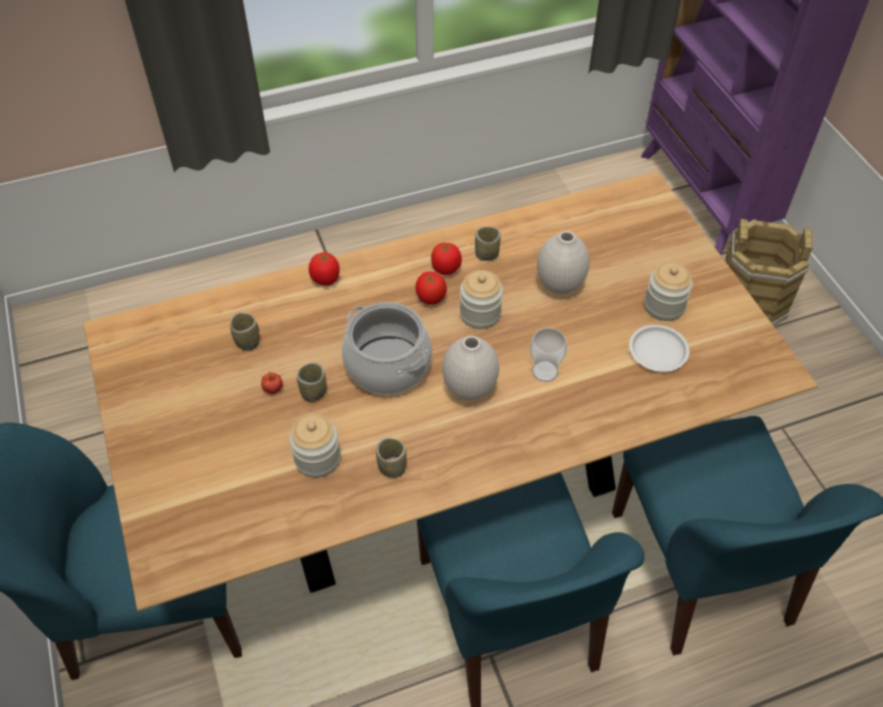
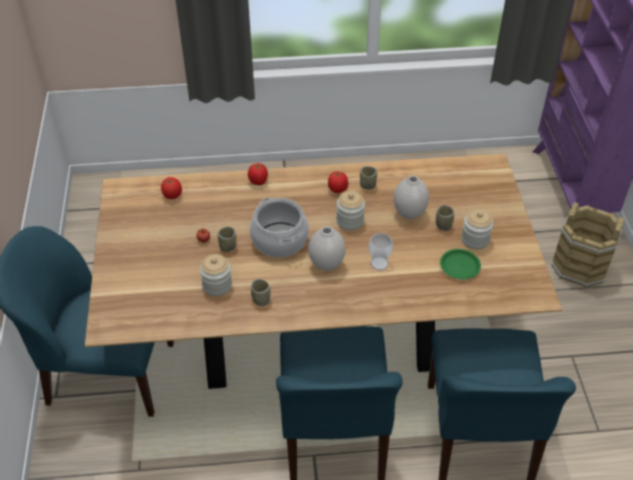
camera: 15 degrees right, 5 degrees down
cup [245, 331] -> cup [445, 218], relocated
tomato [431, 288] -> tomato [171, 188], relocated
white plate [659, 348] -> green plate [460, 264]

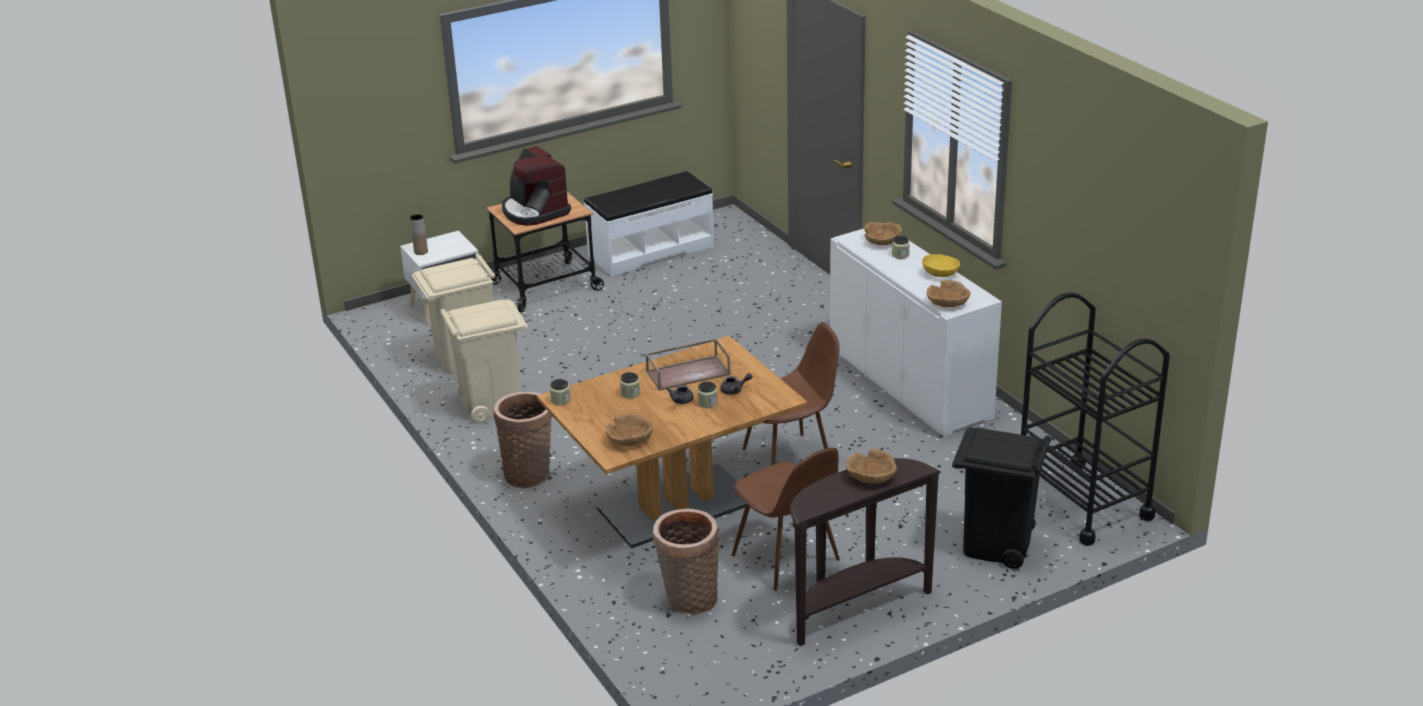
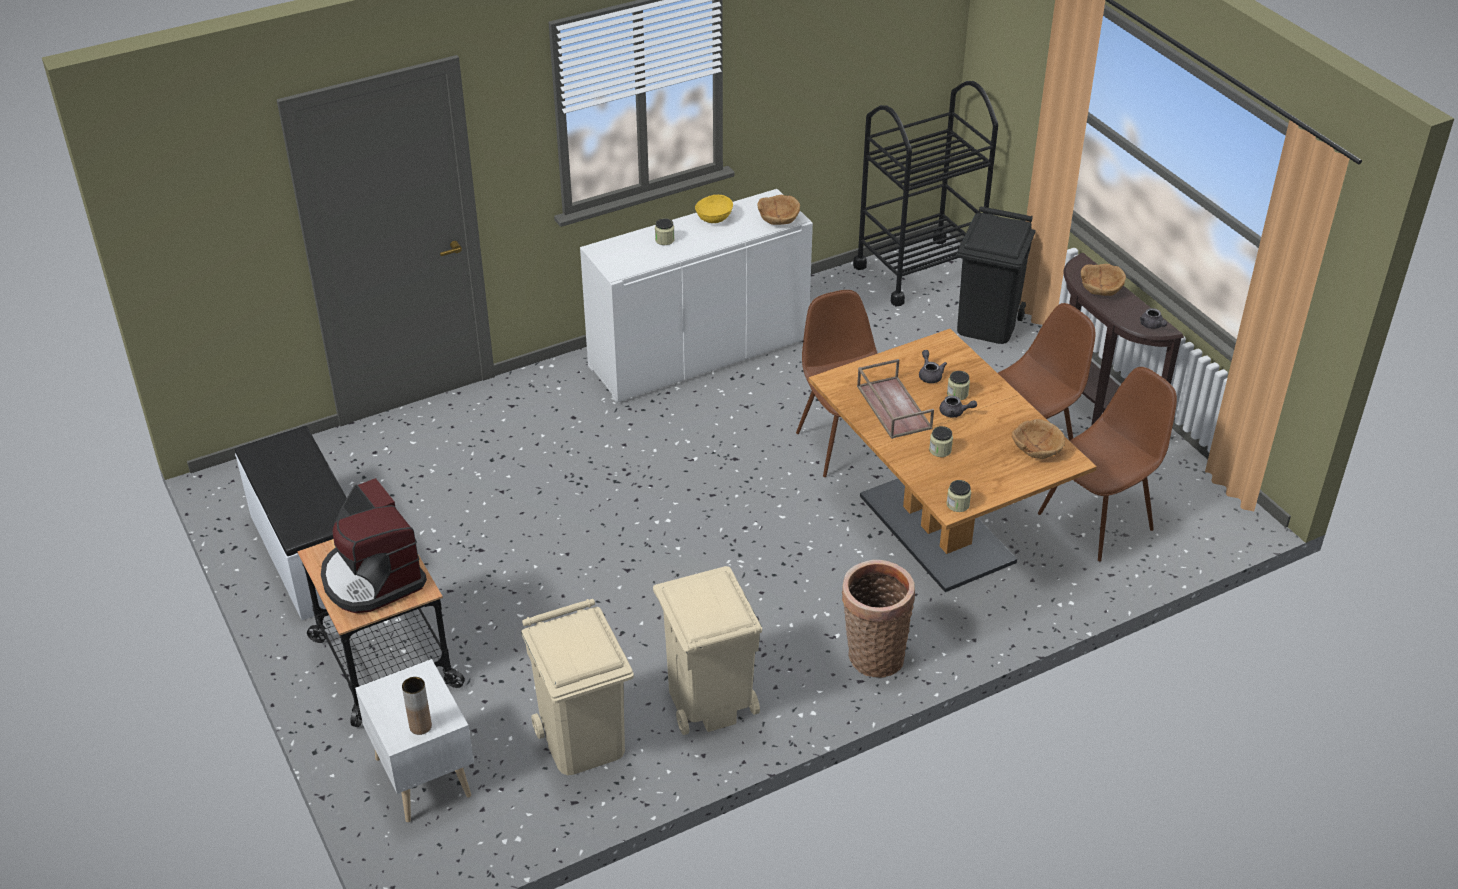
camera: 90 degrees left, 10 degrees up
brown bowl [883, 233] -> none
none -> grey teapot [1153, 318]
basket [686, 561] -> brown chair [1107, 464]
coffee machine [536, 186] -> coffee machine [374, 545], 90 degrees clockwise

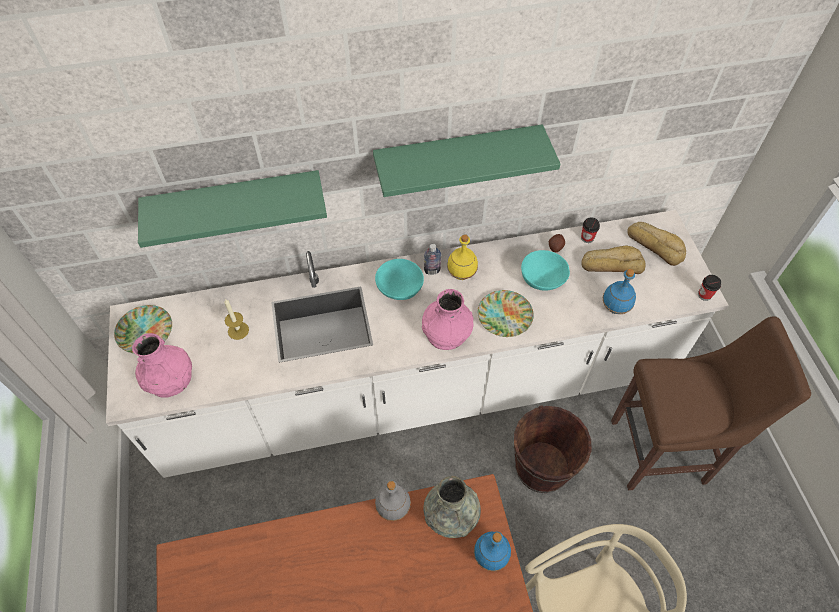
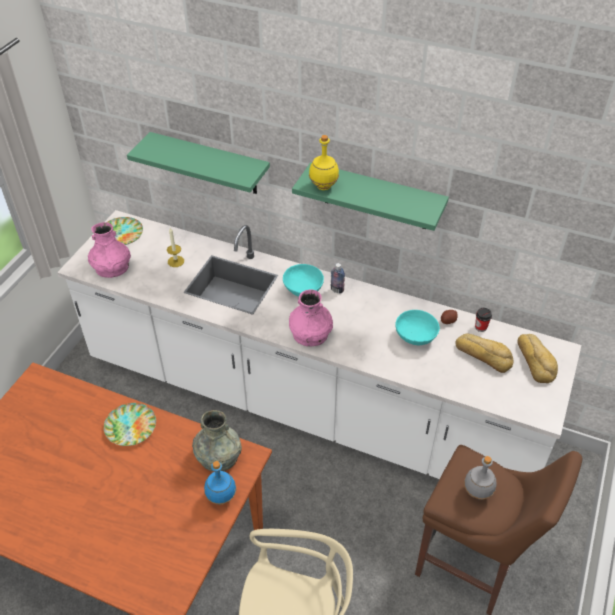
camera: 35 degrees right, 10 degrees down
brown bucket [553, 449] -> none
blue bottle [619, 291] -> none
cup [709, 288] -> none
grey bottle [393, 501] -> grey bottle [480, 478], relocated
yellow bottle [462, 257] -> yellow bottle [324, 162], relocated
plate [506, 313] -> plate [130, 424], relocated

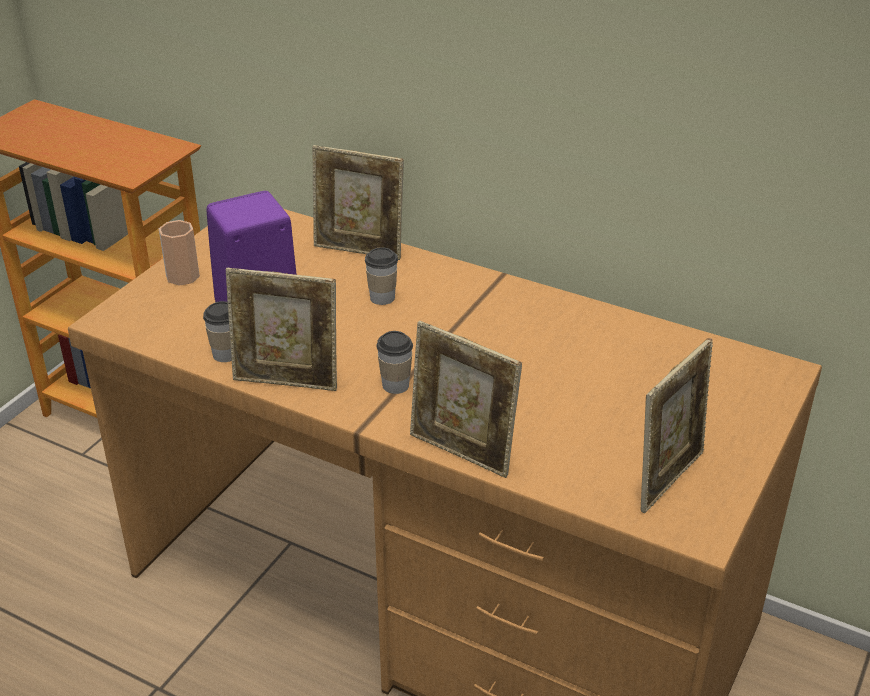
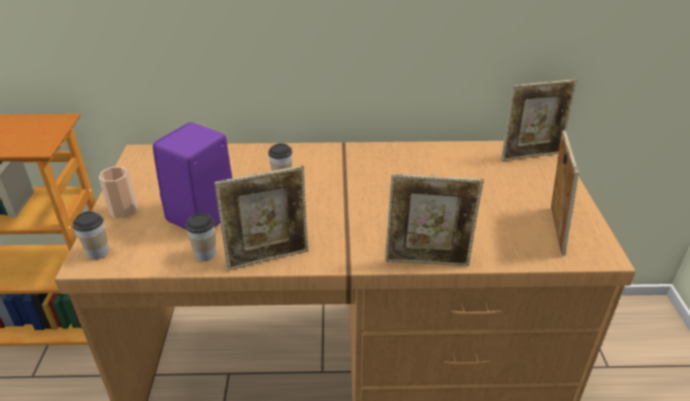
camera: 30 degrees left, 0 degrees up
picture frame [358, 202] -> picture frame [539, 120], relocated
cup [394, 362] -> cup [91, 235], relocated

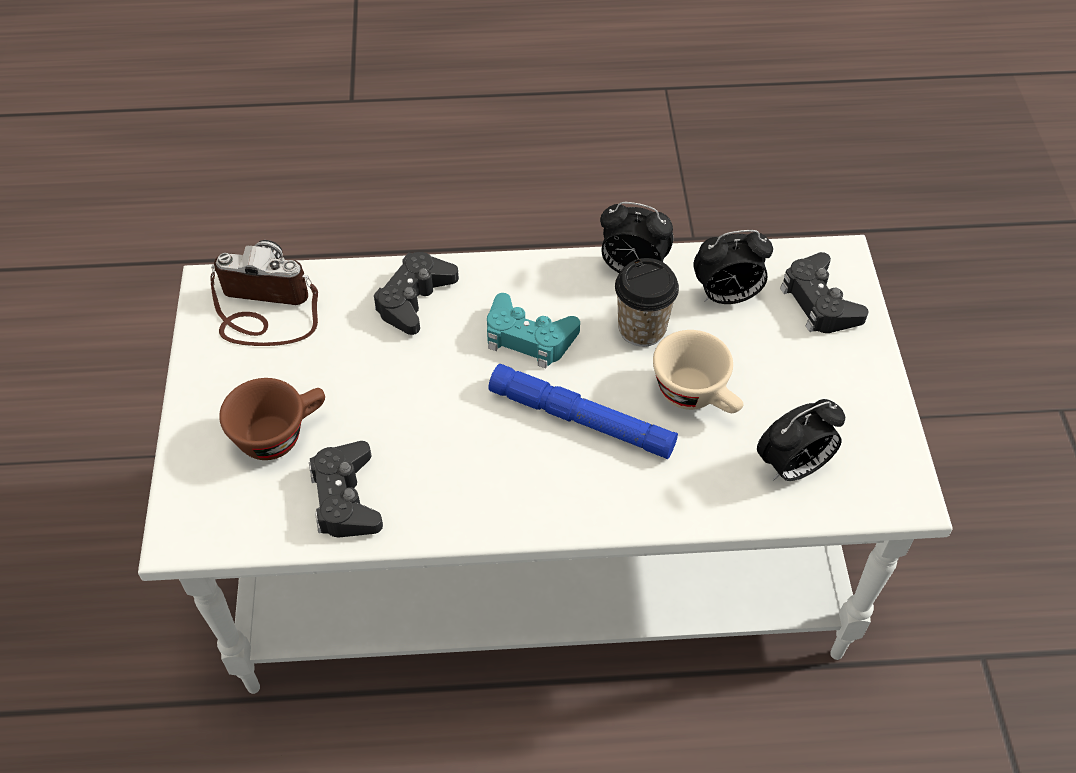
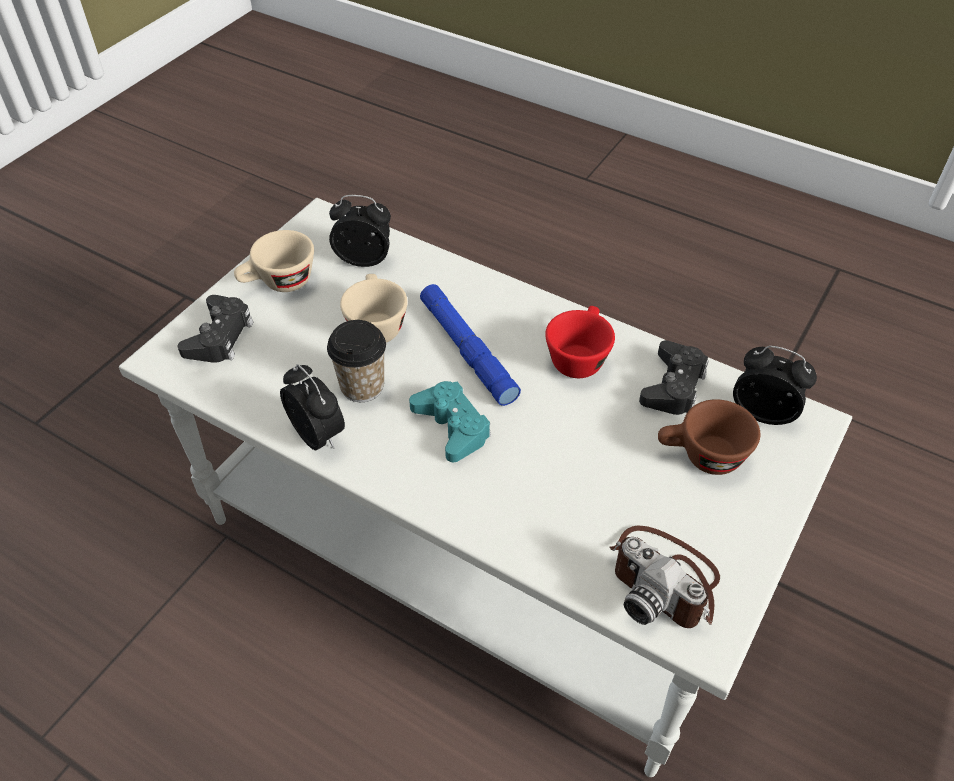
camera: 145 degrees left, 5 degrees down
black game controller [416, 293] -> none
none -> beige cup [274, 261]
none -> red cup [580, 342]
alarm clock [733, 267] -> alarm clock [775, 385], relocated

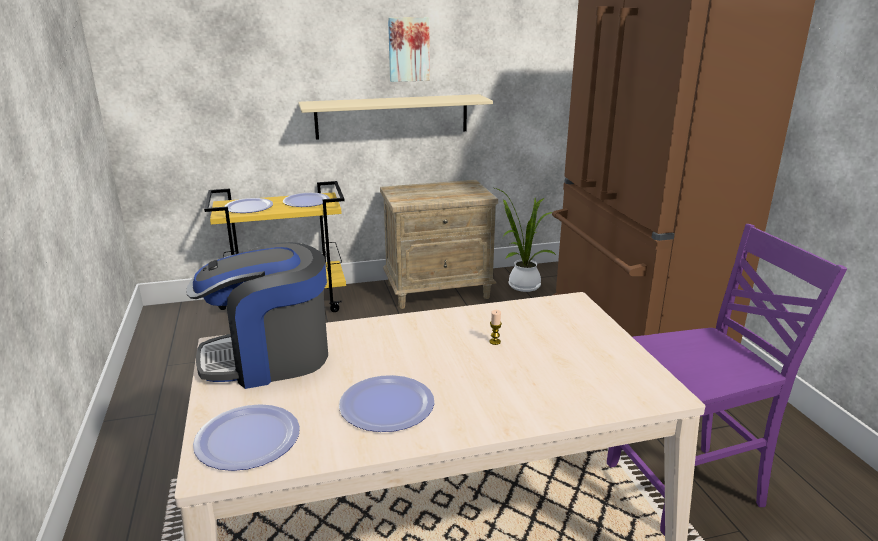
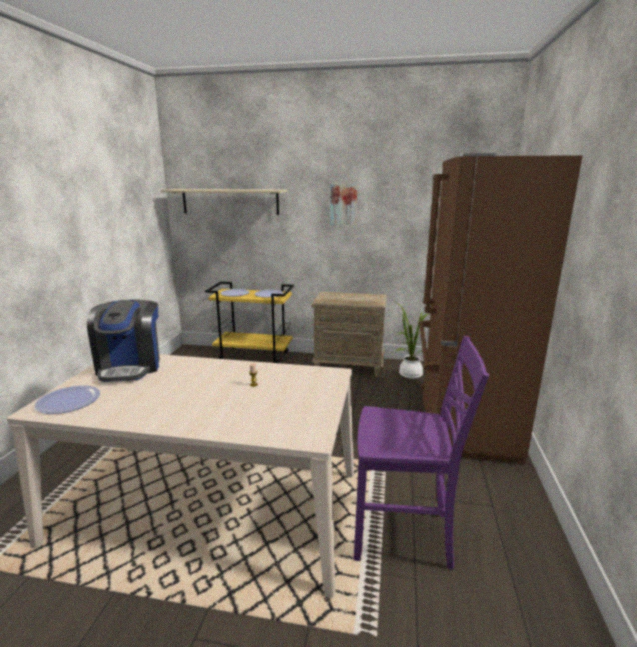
camera: 25 degrees right, 5 degrees down
plate [386, 403] -> none
beige shelf [395, 117] -> beige shelf [224, 202], relocated
coffee machine [257, 315] -> coffee machine [123, 340], 105 degrees counterclockwise

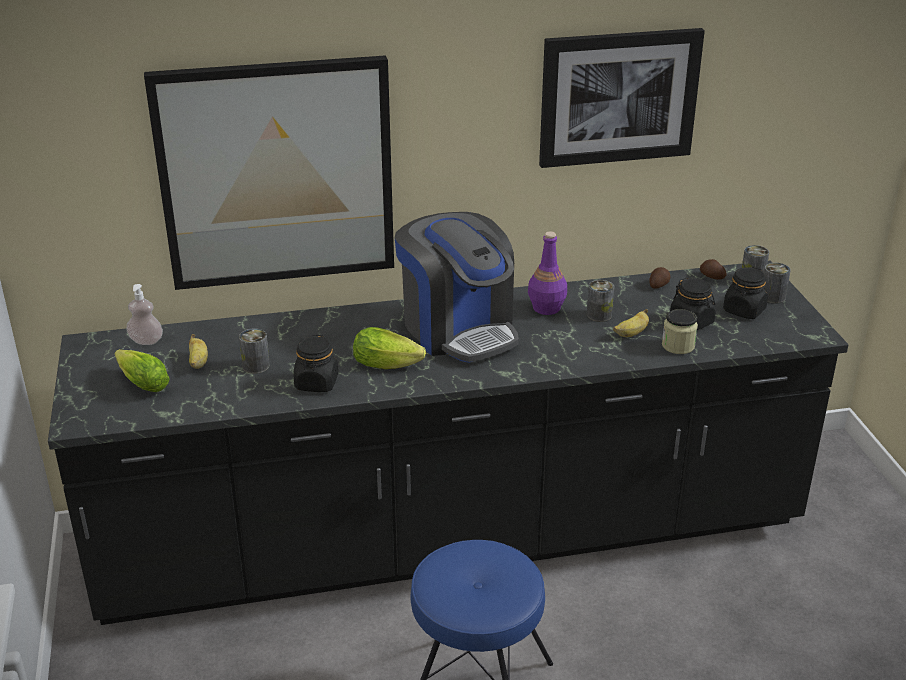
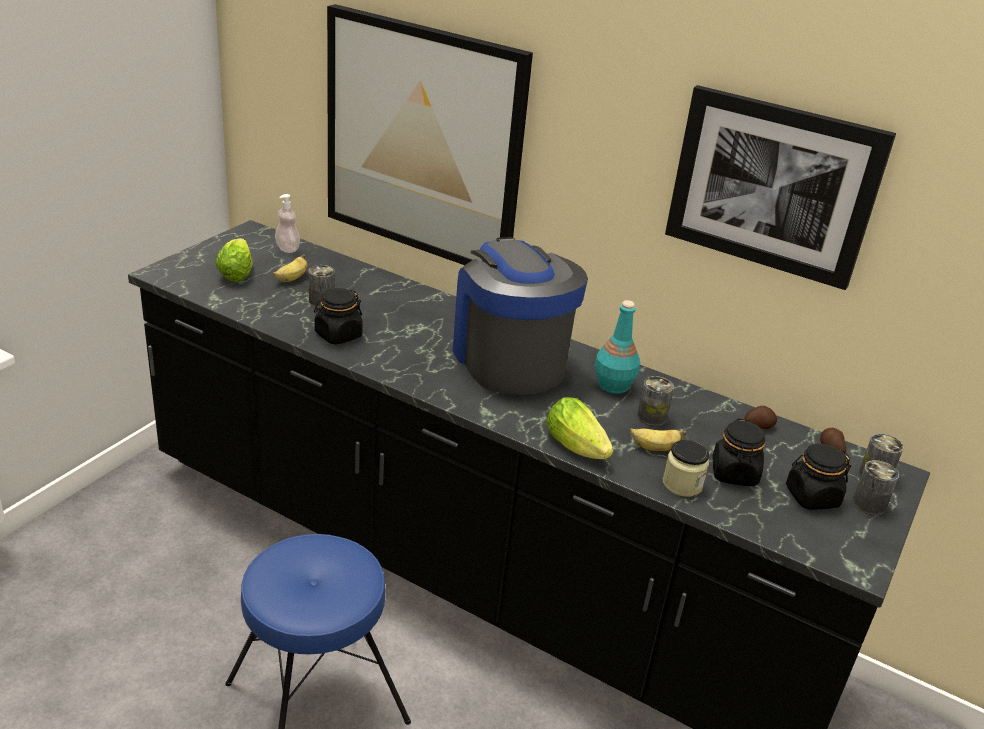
camera: 40 degrees right, 0 degrees up
lettuce [389, 348] -> lettuce [580, 428], relocated
purple bottle [547, 273] -> turquoise bottle [617, 347]
coffee machine [457, 287] -> coffee machine [520, 316], 150 degrees clockwise

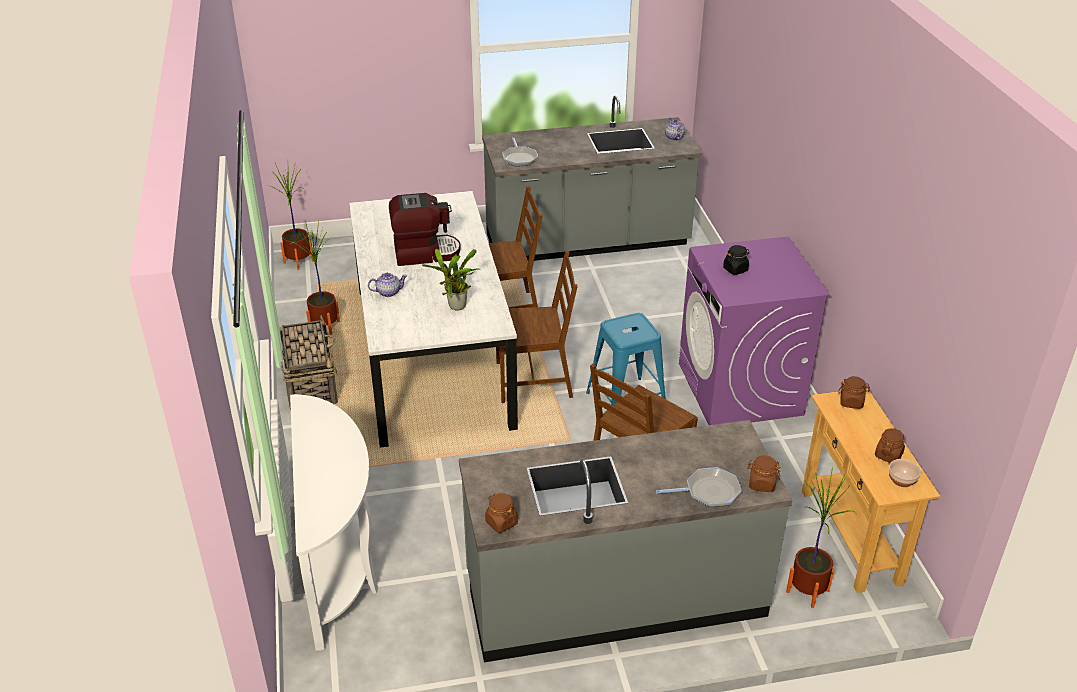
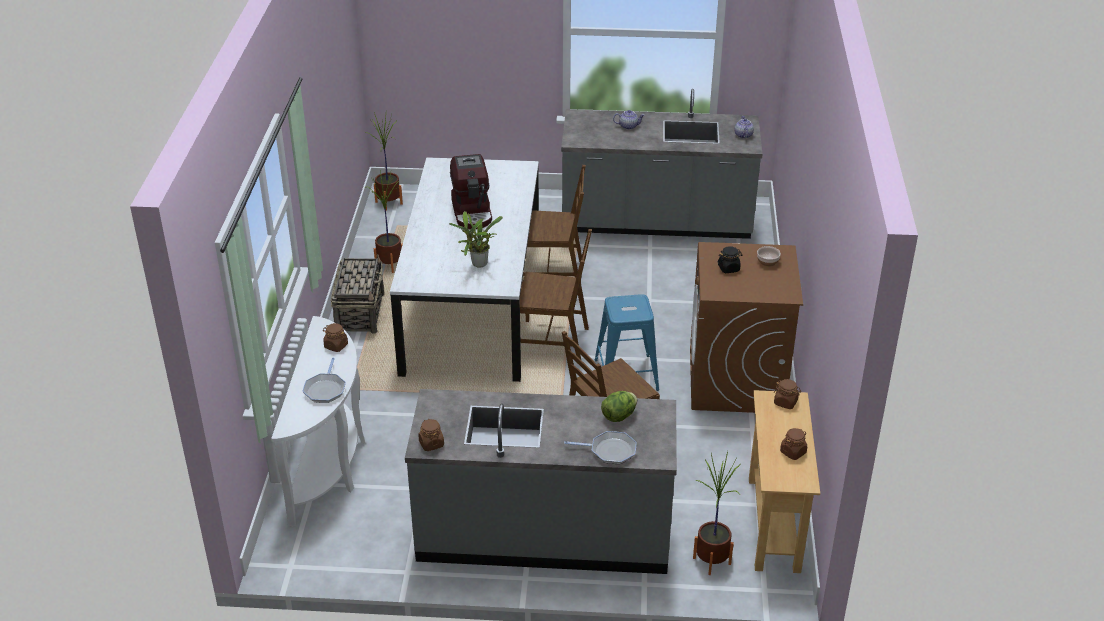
camera: 15 degrees right, 0 degrees up
none -> lettuce [619, 406]
teapot [387, 285] -> teapot [629, 120], relocated
frying pan [520, 152] -> frying pan [324, 380], relocated
brown jar [764, 473] -> brown jar [335, 337], relocated
bowl [905, 473] -> bowl [769, 256], relocated
purple washing machine [754, 330] -> brown washing machine [746, 327]
coffee machine [425, 229] -> coffee machine [471, 191], 75 degrees clockwise

